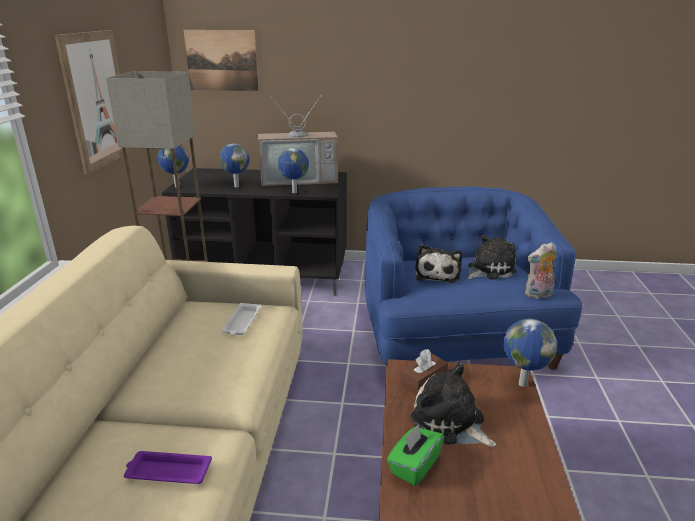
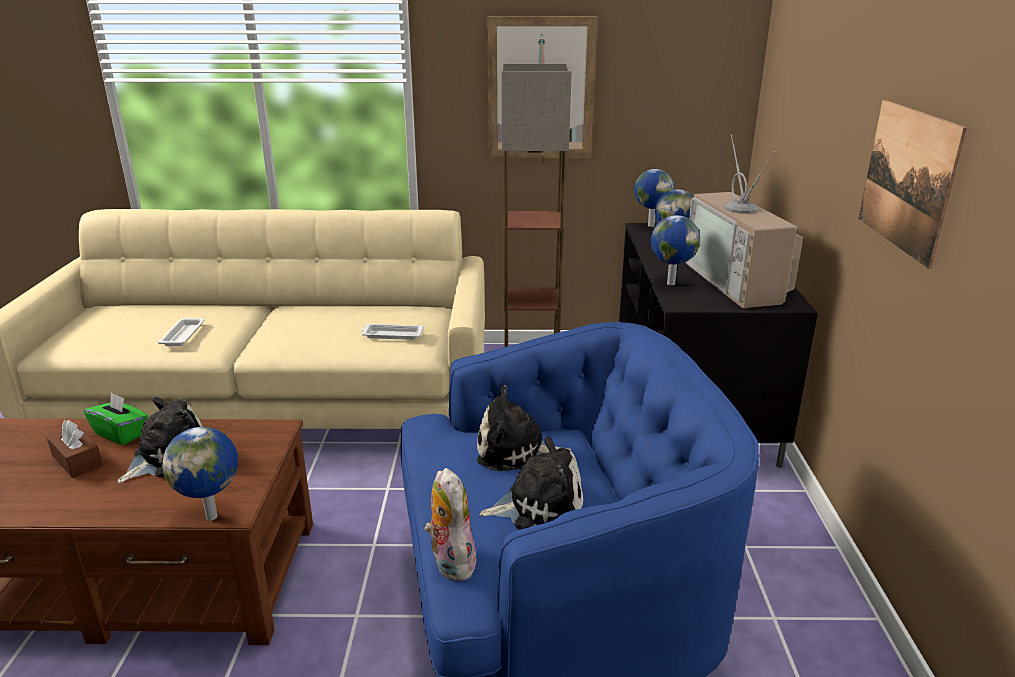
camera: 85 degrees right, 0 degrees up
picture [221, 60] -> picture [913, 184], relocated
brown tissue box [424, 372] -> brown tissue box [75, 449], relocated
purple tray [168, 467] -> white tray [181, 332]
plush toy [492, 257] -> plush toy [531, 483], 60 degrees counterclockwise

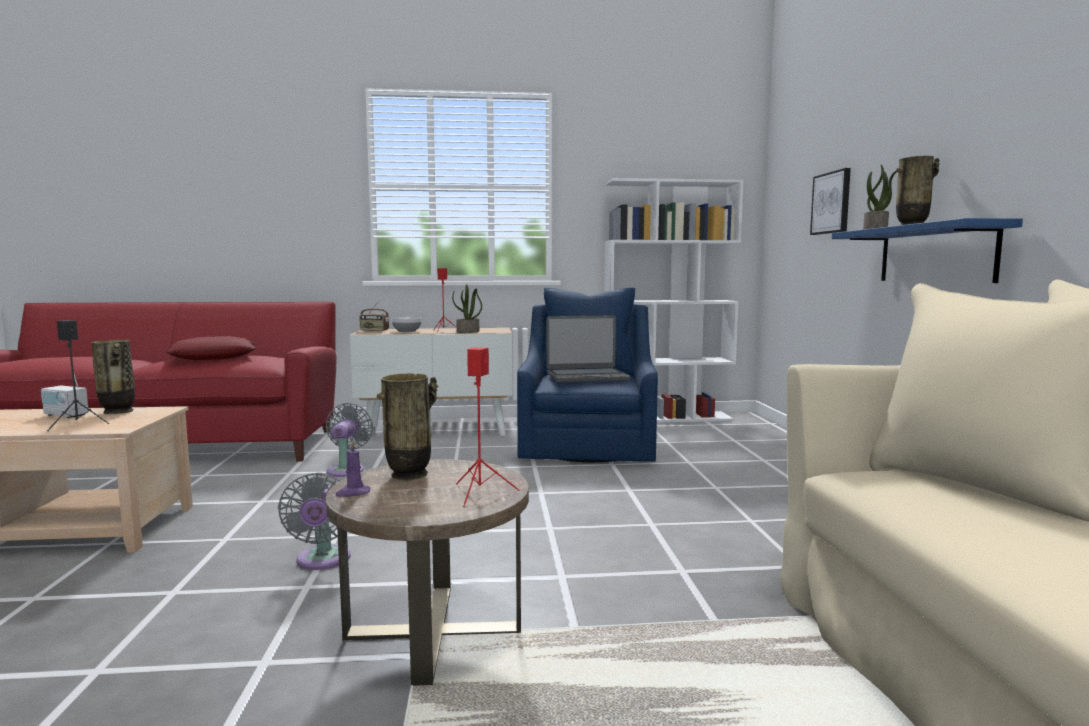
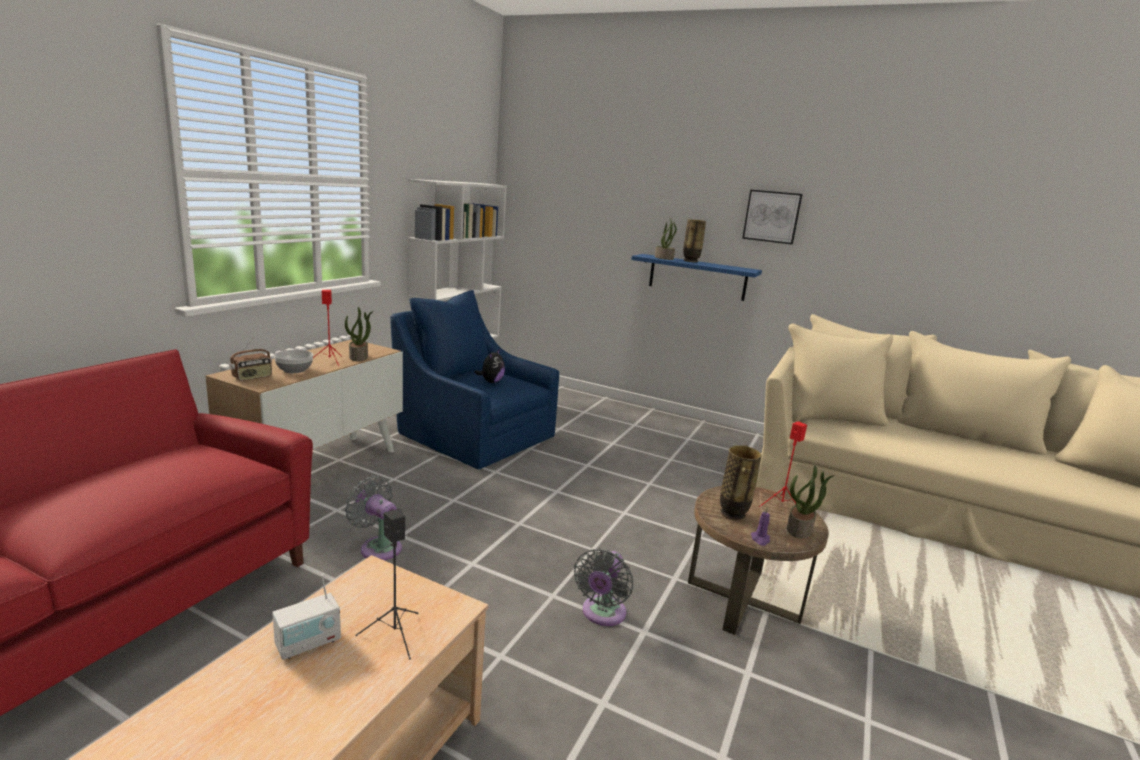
camera: 60 degrees left, 10 degrees up
vase [113, 377] -> none
red pillow [211, 348] -> none
none -> potted plant [811, 502]
picture [830, 201] -> picture [772, 217], relocated
laptop [588, 349] -> plush toy [489, 366]
grey fan [314, 521] -> grey fan [603, 587], 90 degrees clockwise

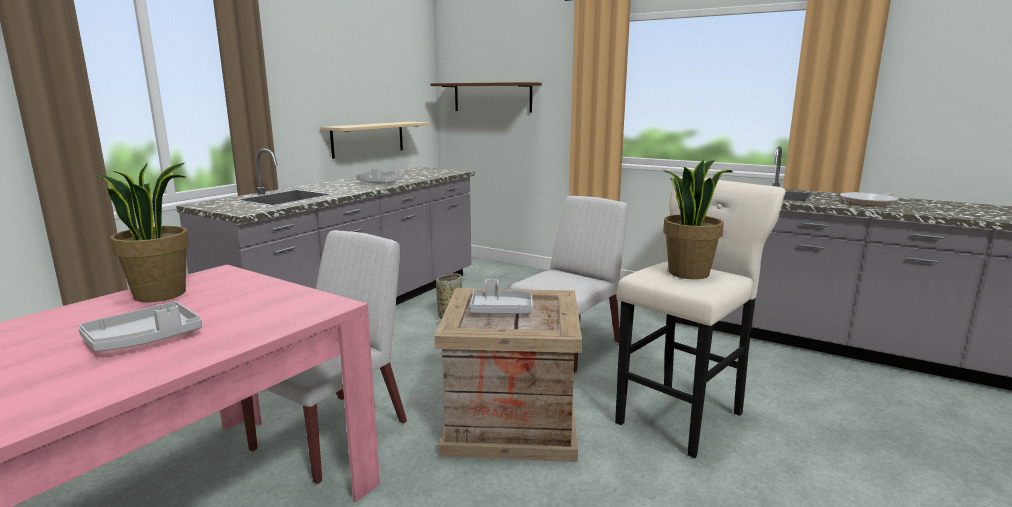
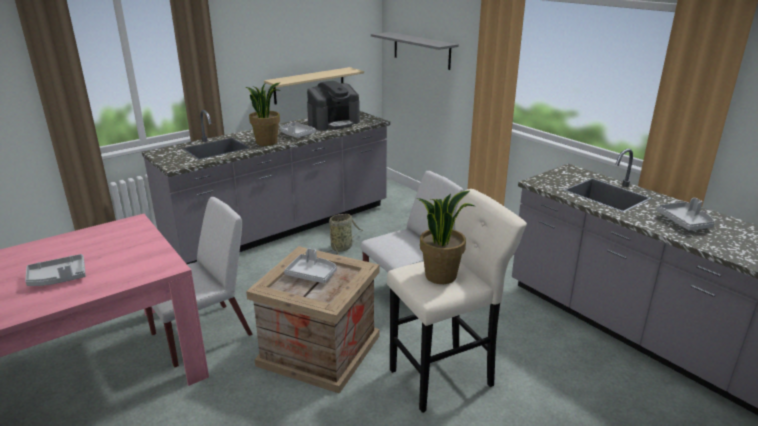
camera: 20 degrees right, 10 degrees up
none -> coffee machine [333, 106]
potted plant [143, 232] -> potted plant [263, 114], relocated
frying pan [869, 199] -> grey tray [686, 214]
brown shelf [486, 97] -> grey shelf [415, 51]

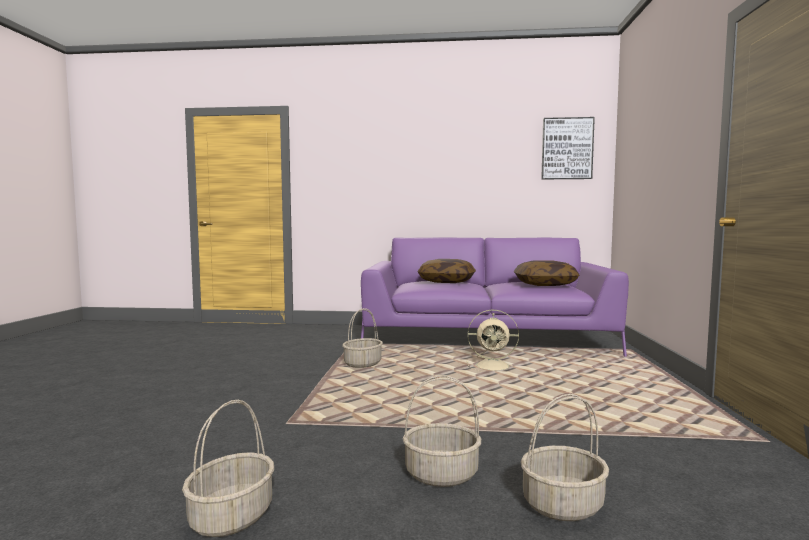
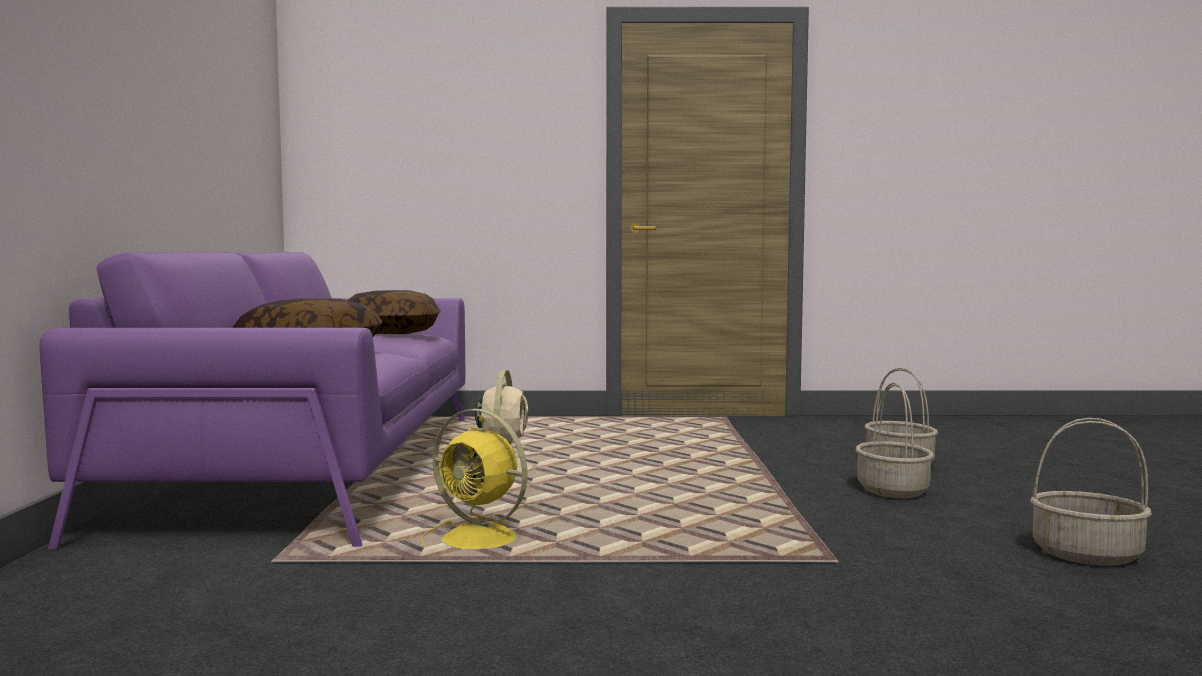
camera: 95 degrees left, 0 degrees up
picture [568, 148] -> none
basket [362, 338] -> yellow fan [474, 479]

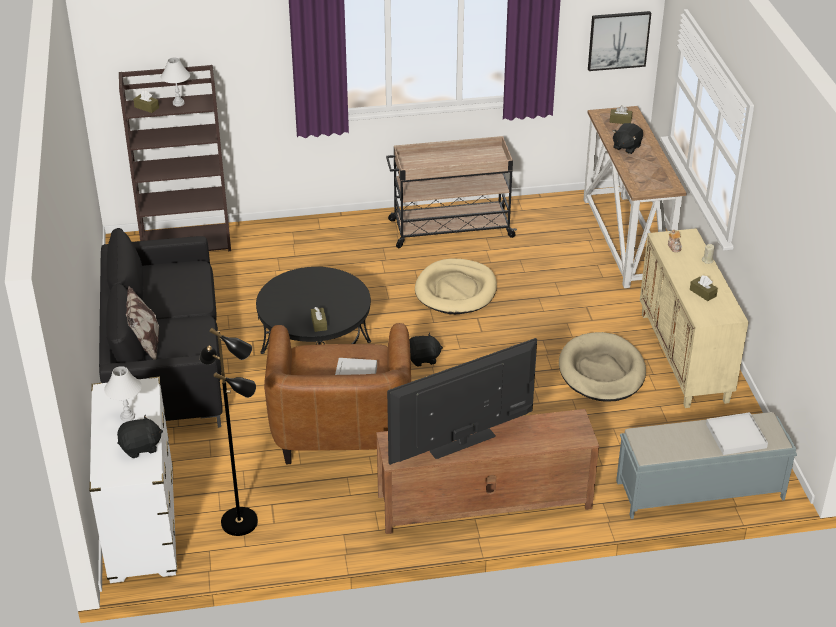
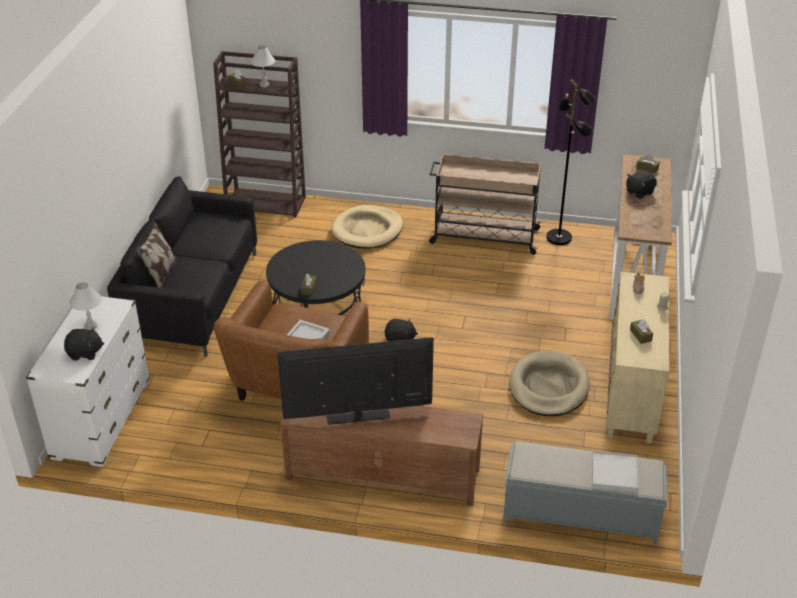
camera: 20 degrees right, 0 degrees up
picture [619, 41] -> none
black floor lamp [228, 432] -> black floor lamp [571, 162], relocated
beige dog bed [456, 286] -> beige dog bed [367, 227], relocated

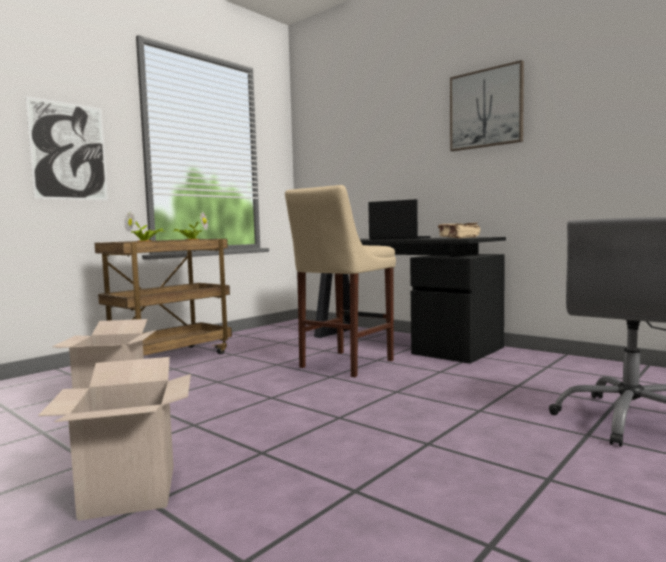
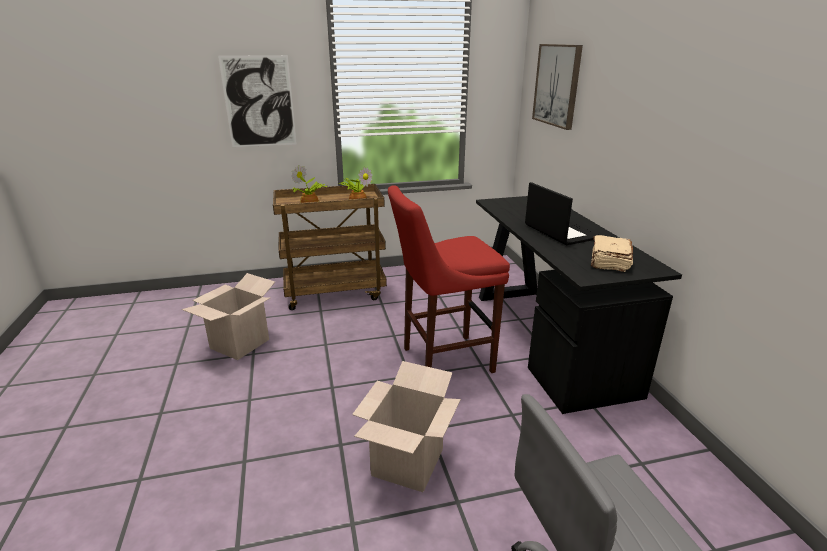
camera: 35 degrees right, 20 degrees up
cardboard box [114, 439] -> cardboard box [406, 426], relocated
picture [487, 105] -> picture [557, 87], relocated
beige stool [340, 281] -> red stool [449, 279]

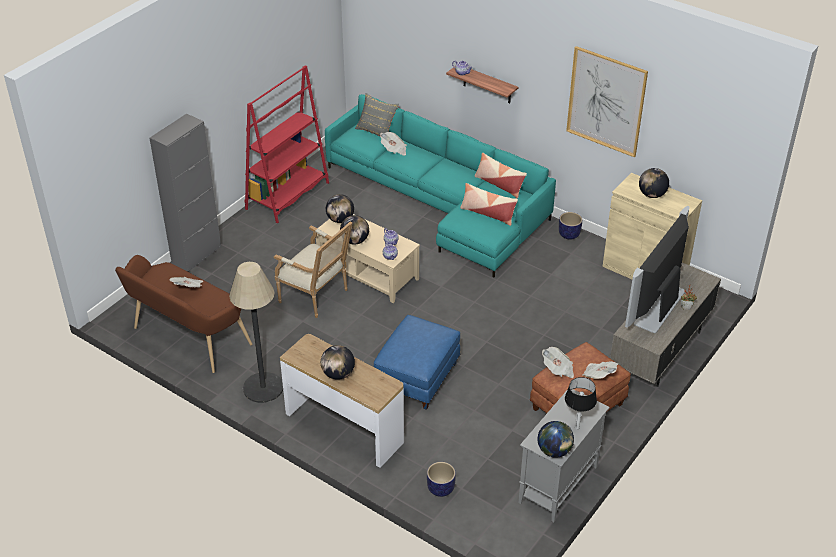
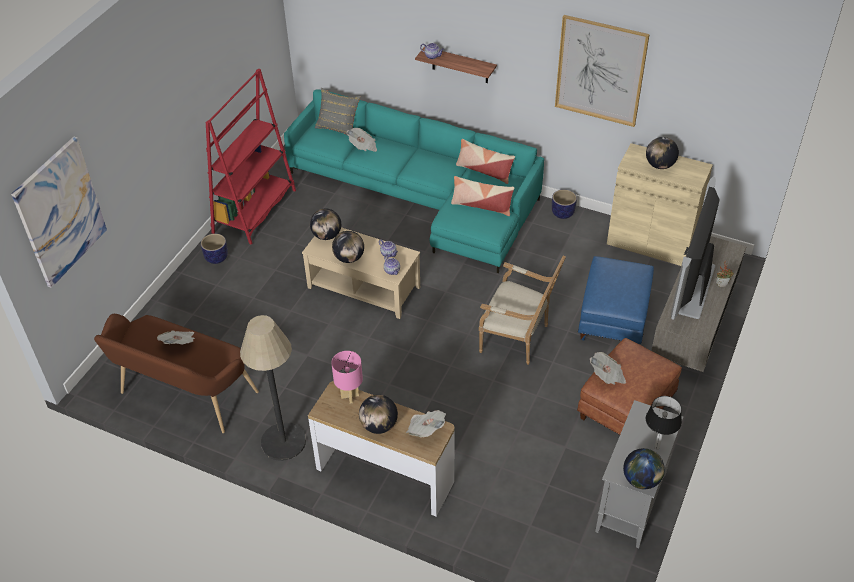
camera: 10 degrees left, 5 degrees up
grey cabinet [185, 193] -> none
none -> picture [59, 212]
none -> pink table lamp [347, 377]
armchair [313, 269] -> armchair [522, 310], relocated
blue ottoman [417, 362] -> blue ottoman [616, 300], relocated
planter [441, 479] -> planter [214, 249], relocated
newspaper [600, 370] -> newspaper [426, 423], relocated

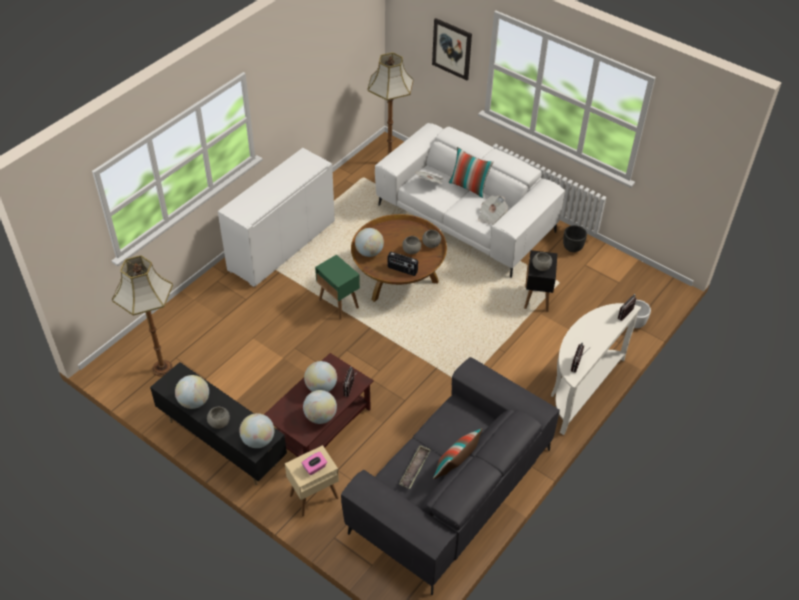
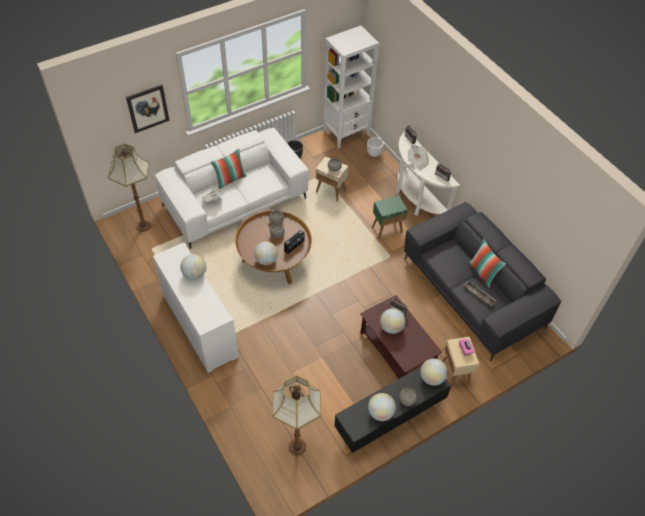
camera: 70 degrees left, 5 degrees up
none -> white bookcase [351, 87]
globe [320, 407] -> globe [193, 267], relocated
green side table [337, 287] -> green side table [389, 217], relocated
newspaper [493, 210] -> newspaper [418, 158], relocated
black side table [541, 281] -> beige side table [332, 179]

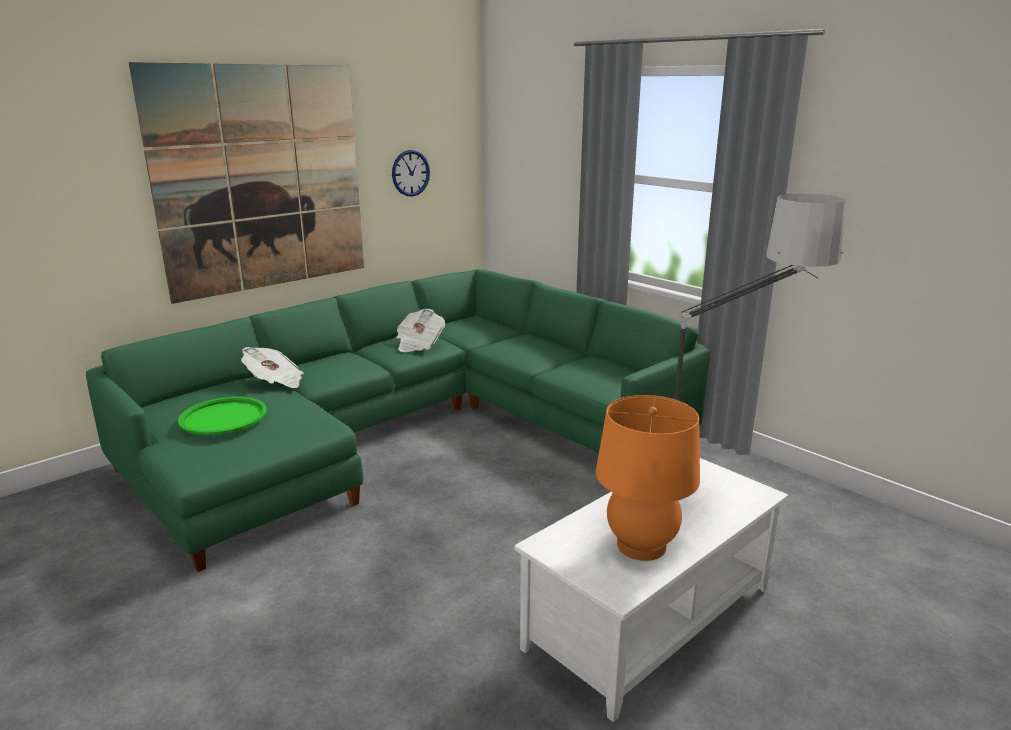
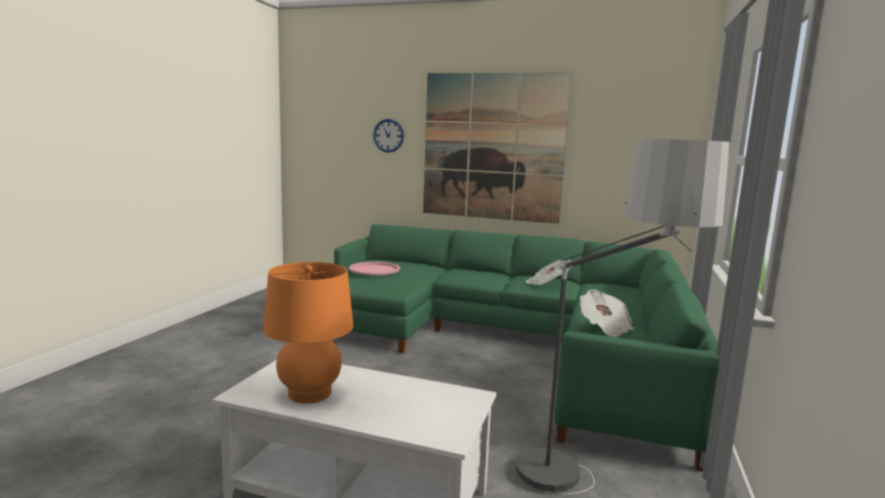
camera: 60 degrees right, 10 degrees down
newspaper [272, 367] -> newspaper [607, 313], relocated
wall clock [411, 173] -> wall clock [388, 136], relocated
green tray [222, 416] -> pink tray [374, 268]

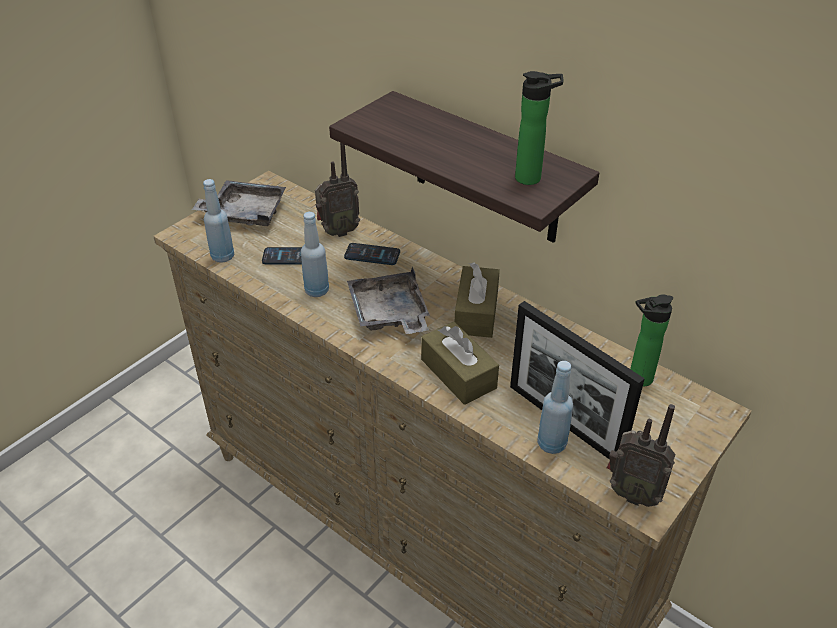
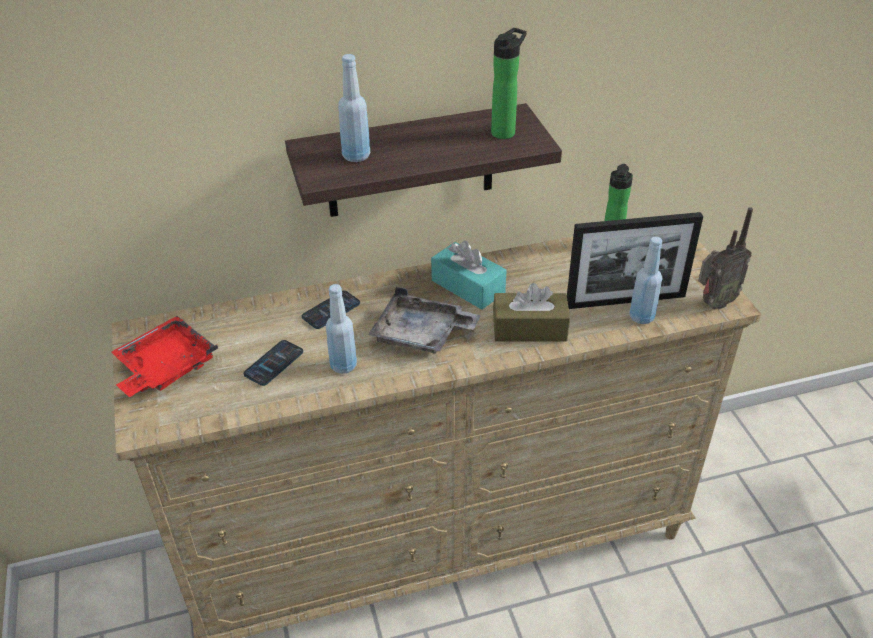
camera: 55 degrees left, 0 degrees up
radio [337, 190] -> none
blue bottle [218, 221] -> blue bottle [354, 108], relocated
grey tray [239, 203] -> red tray [164, 356]
brown tissue box [477, 300] -> turquoise tissue box [469, 275]

